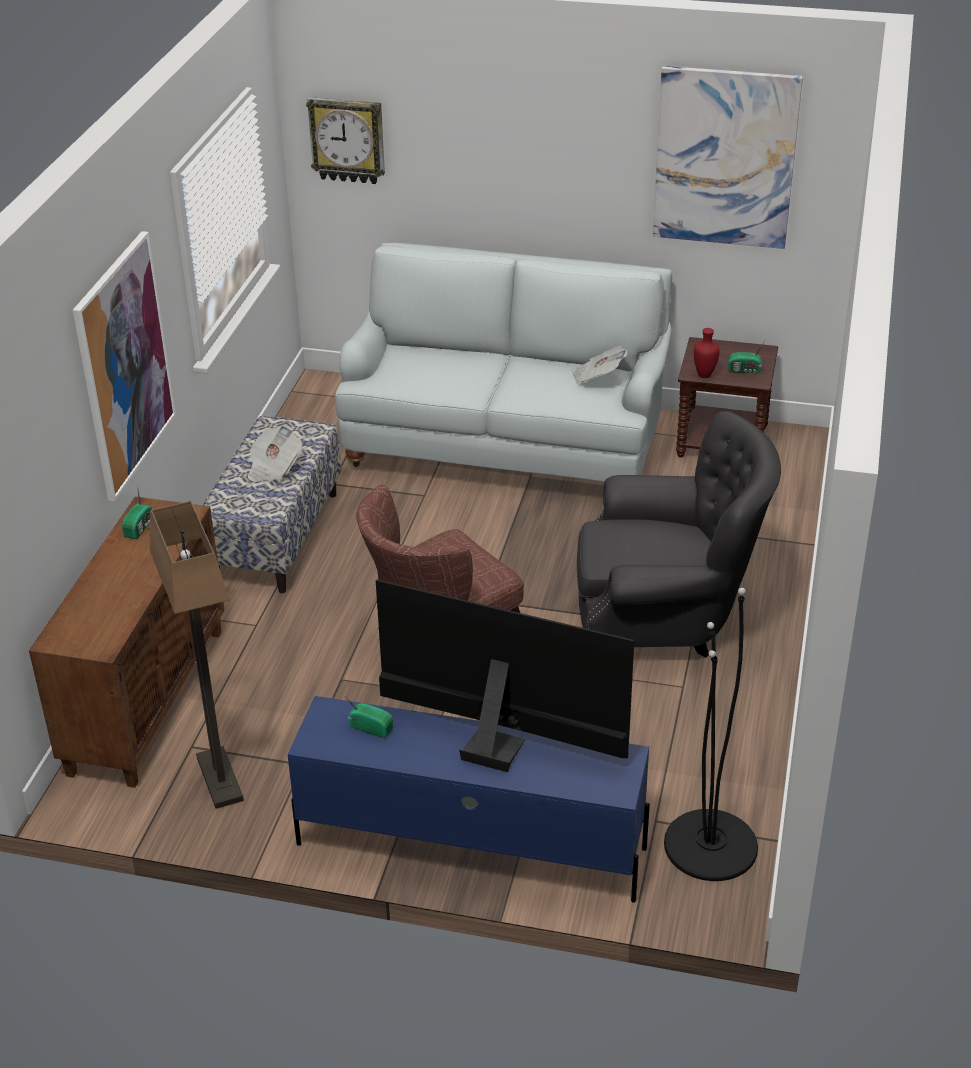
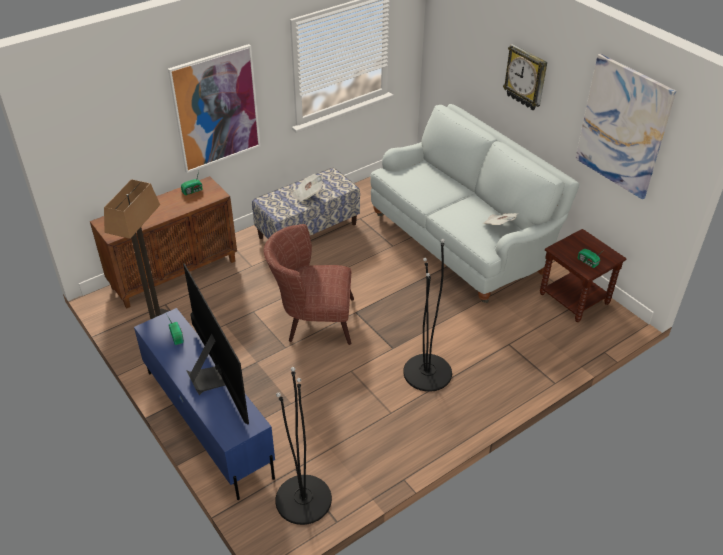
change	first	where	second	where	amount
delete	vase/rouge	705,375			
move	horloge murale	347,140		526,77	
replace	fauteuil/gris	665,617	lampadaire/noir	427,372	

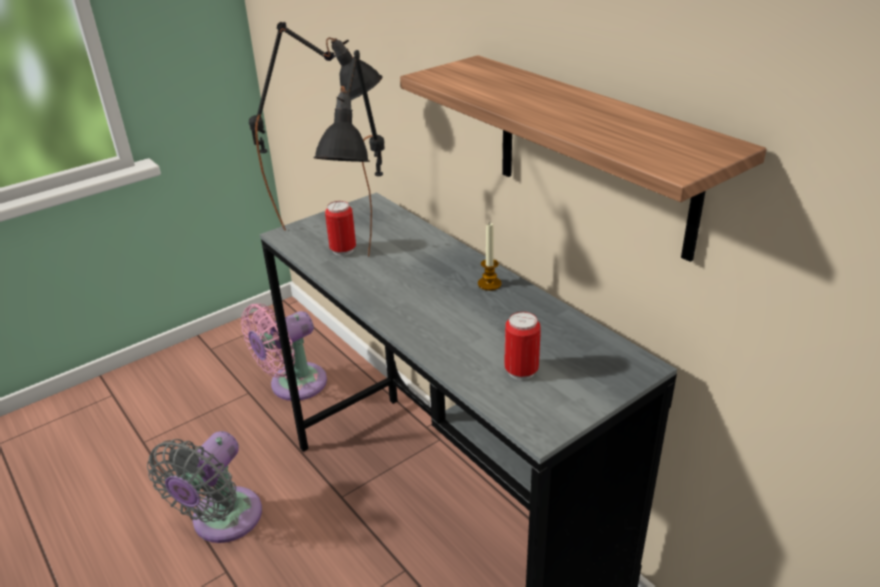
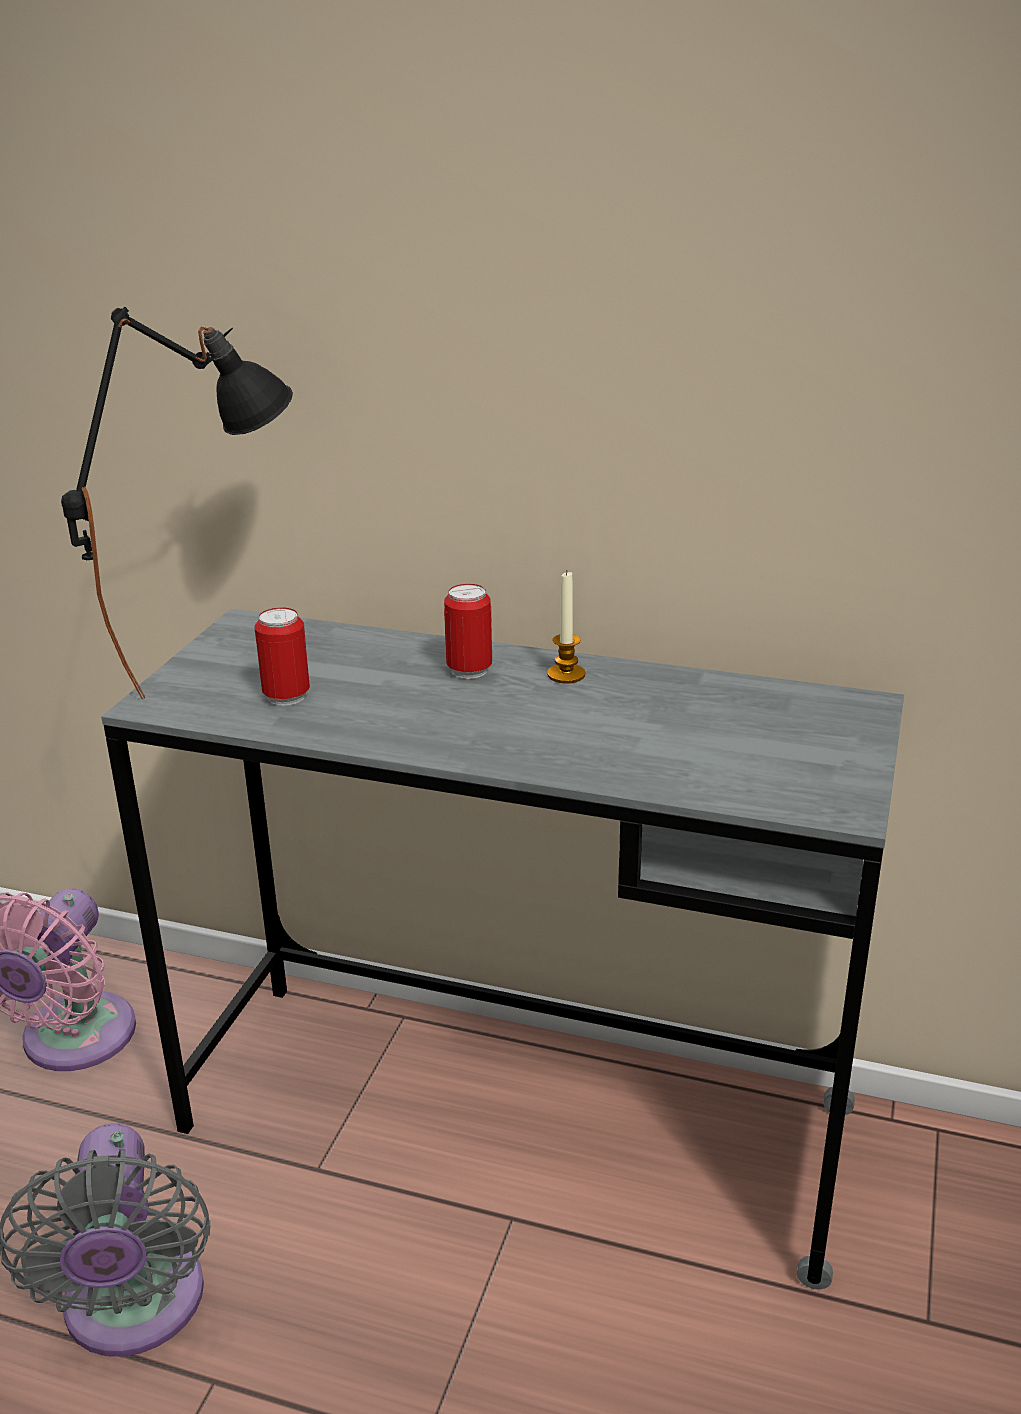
change	first	where	second	where	amount
delete	lampe de table/noir	372,282			
delete	étagère	593,155			
move	boîte métallique	521,371		469,670	

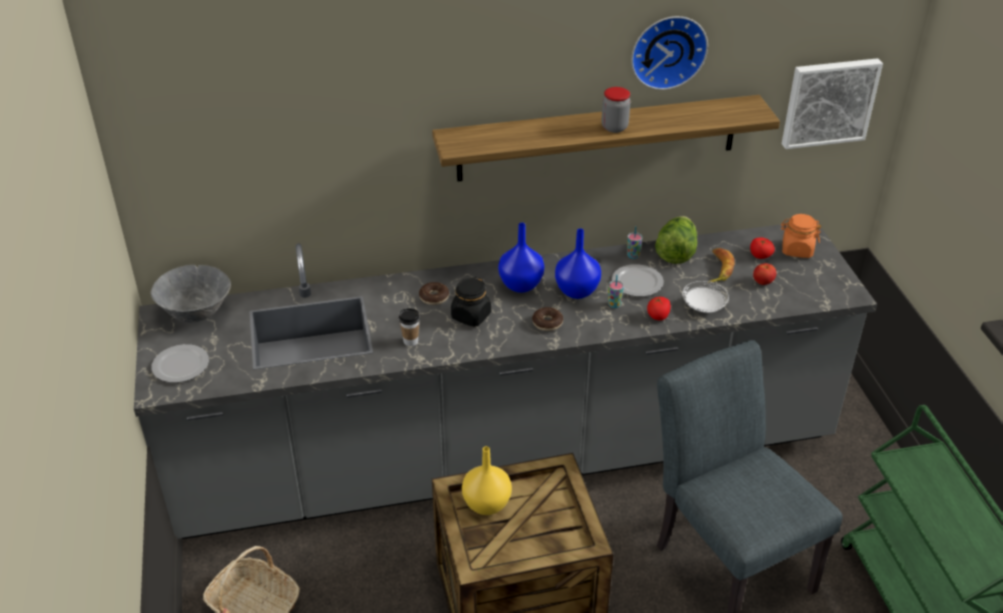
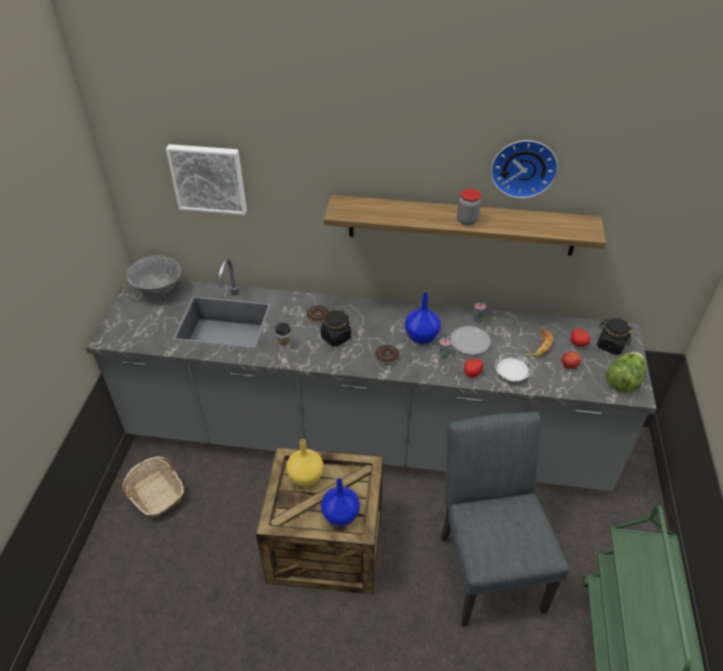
change	first	where	second	where	amount
delete	assiette	181,366			
move	vase/bleu	522,285		341,516	
move	laitue	675,253		623,381	
move	tableau	828,101		209,178	
recolor	bocal/orange	796,250	bocal/noir	610,345	

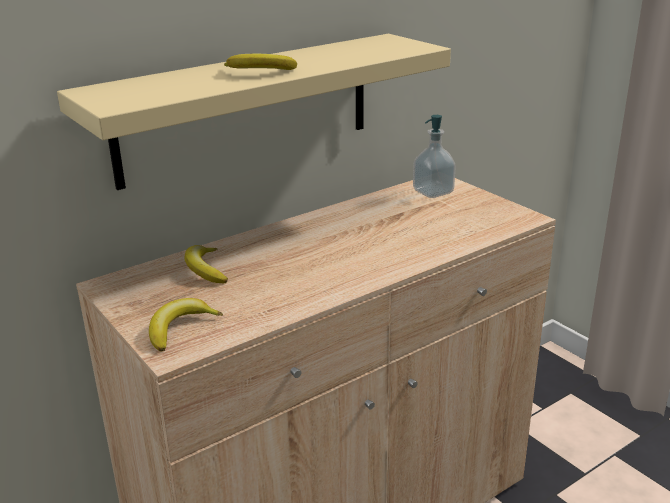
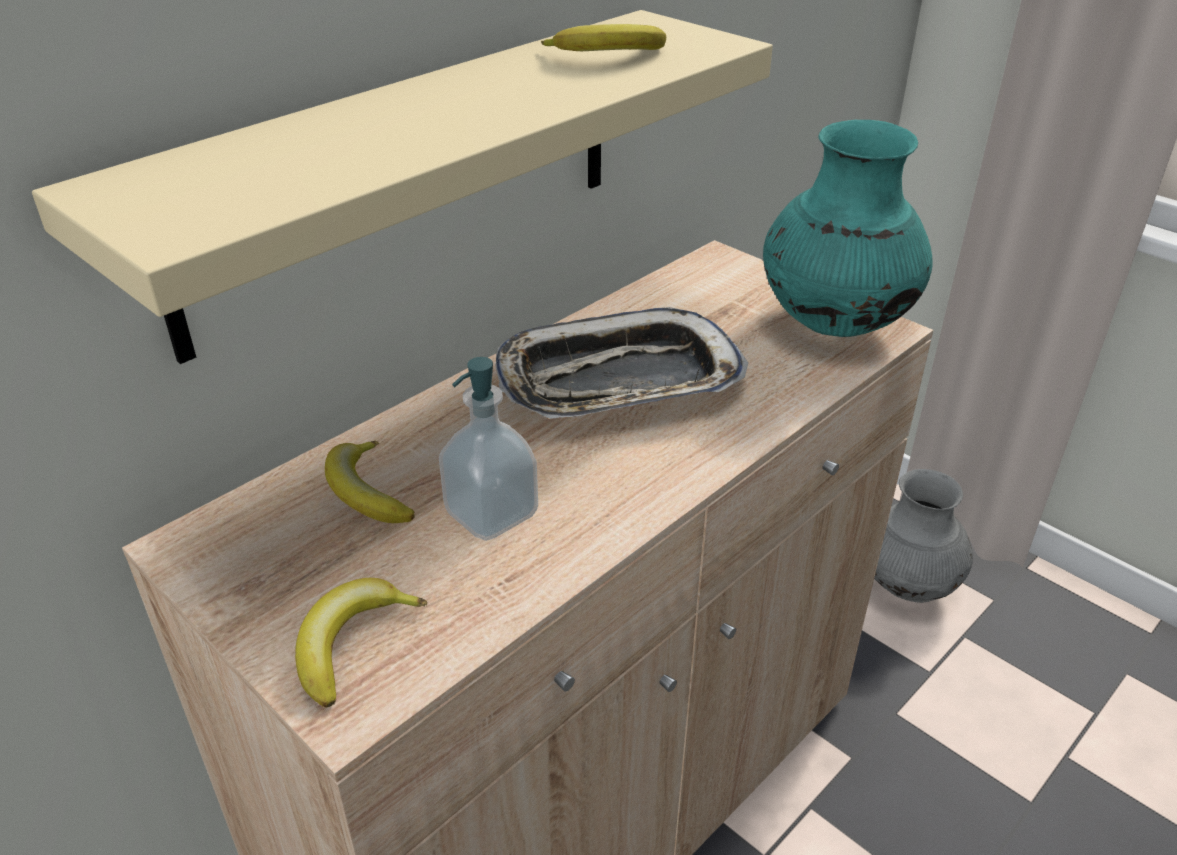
change	first	where	second	where	amount
insert			plateau	617,381	
insert			vase/turquoise	834,322	
insert			vase/gris	906,585	
move	banane	260,72		608,56	
move	distributeur de savon	433,192		491,514	

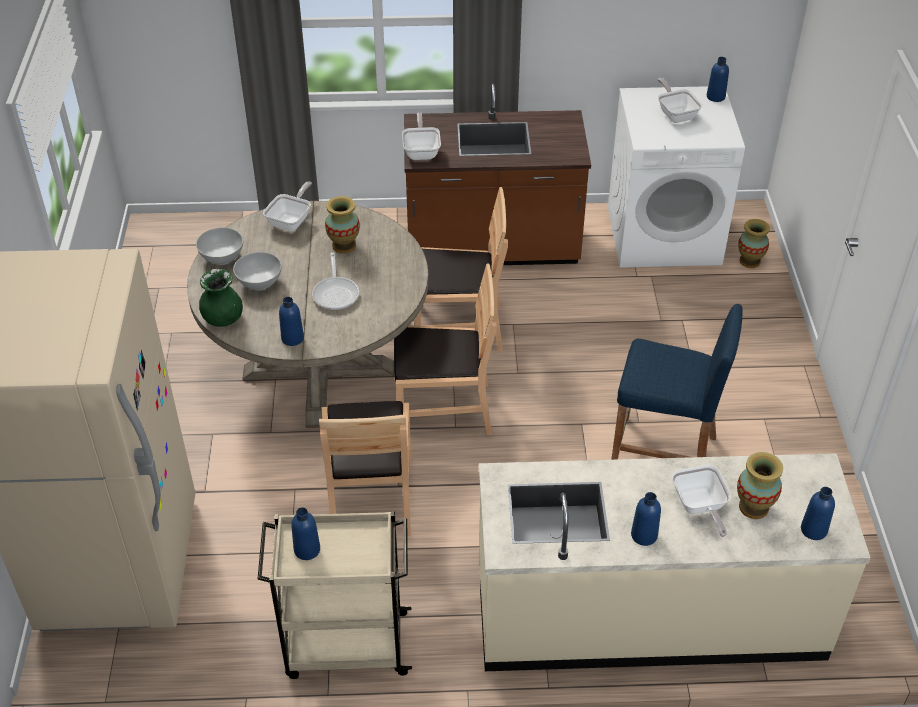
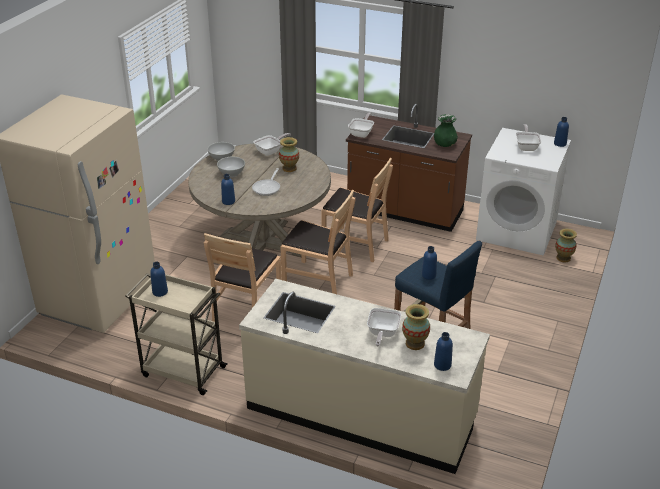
change	first	where	second	where	amount
move	vase/vert	223,319		444,145	
move	bouteille/bleu	644,535		428,275	

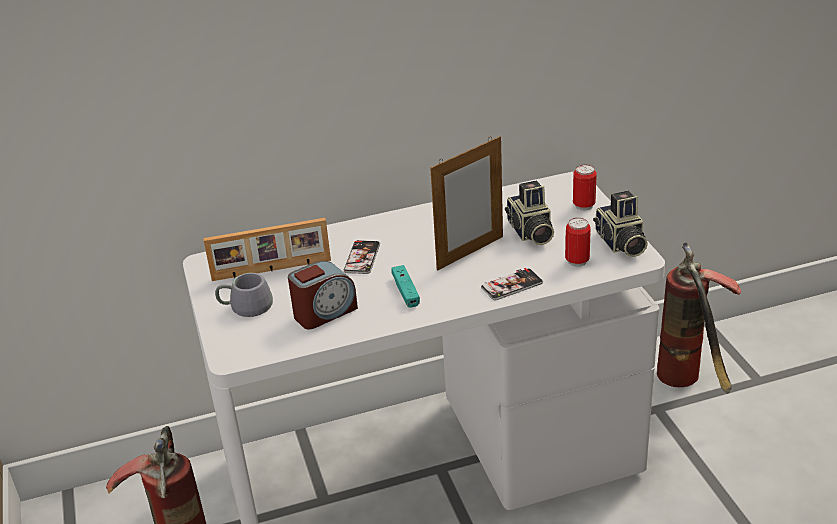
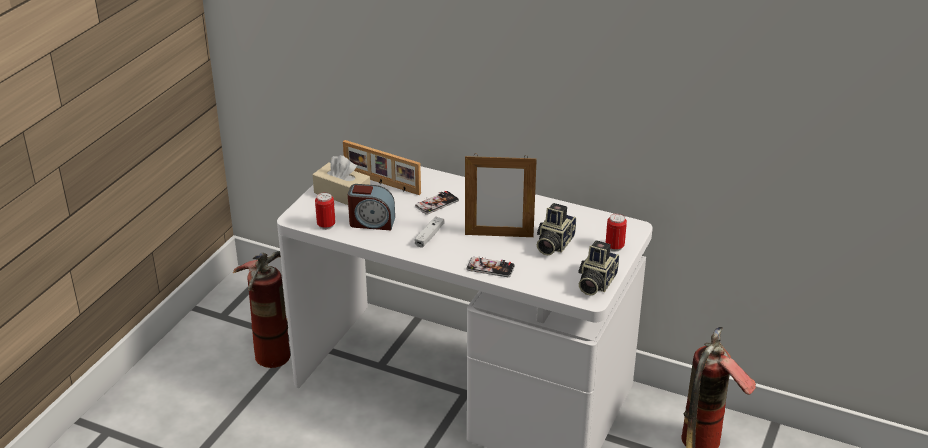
change	first	where	second	where	amount
move	boîte métallique	577,261		326,225	
replace	mug/gris	245,304	boîte à mouchoirs/beige	342,194	
recolor	manette/turquoise	405,291	manette/blanc	429,236	

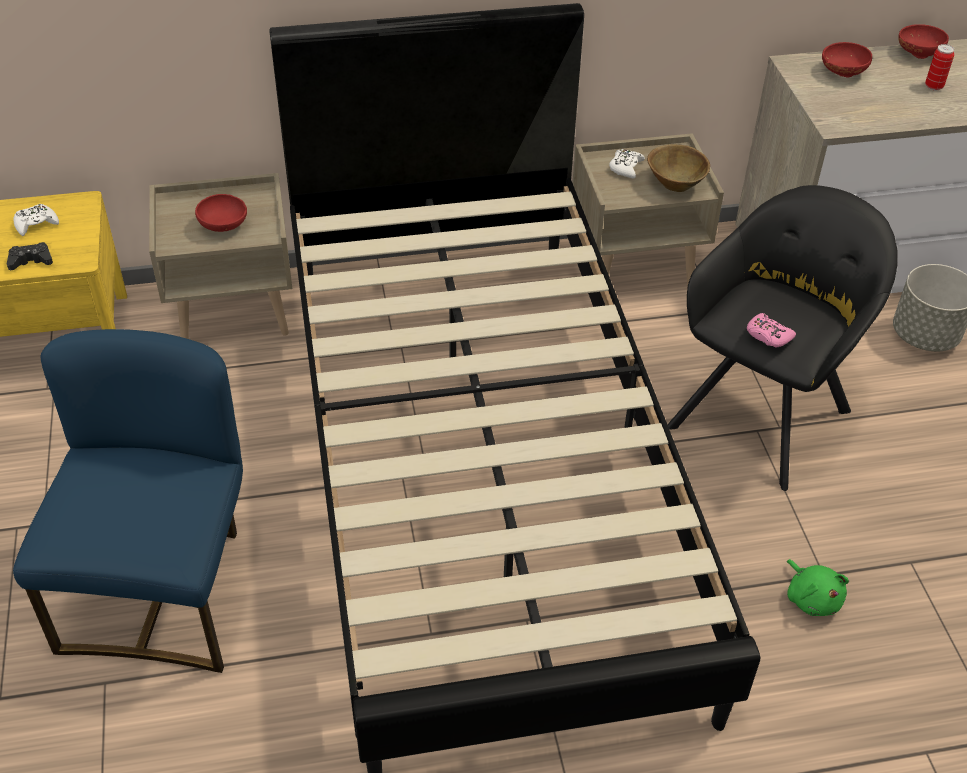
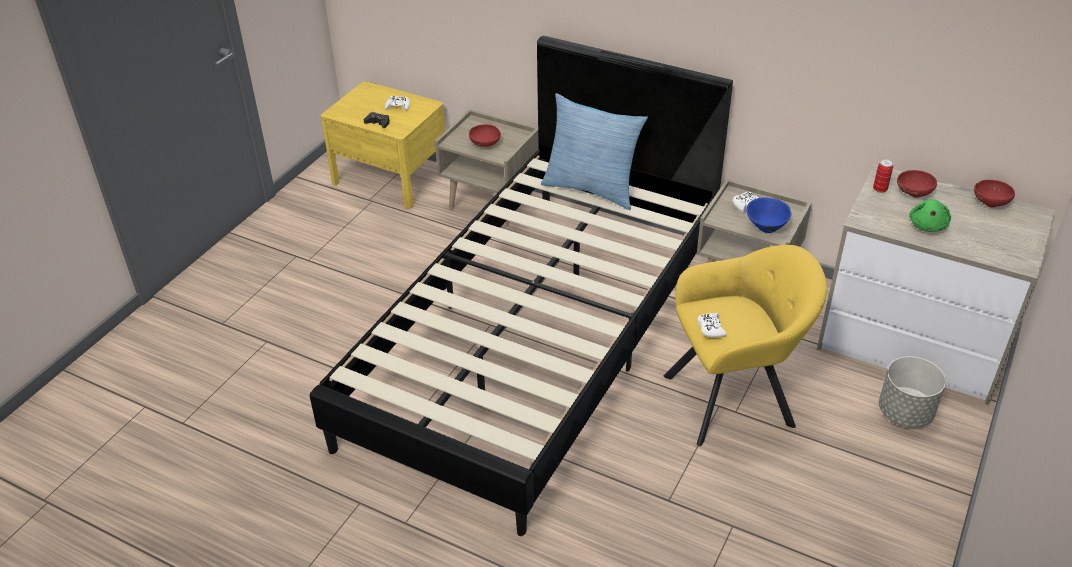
change	first	where	second	where	amount
delete	chaise/bleu	163,591			
insert			coussin	592,188	
move	peluche/vert	812,598		927,225	
move	boîte métallique	933,86		879,189	
recolor	bol/marron	675,184	bol/bleu	766,226	
recolor	fauteuil/noir	764,412	fauteuil/jaune	735,399	
recolor	manette/rose	768,335	manette/blanc	710,328	

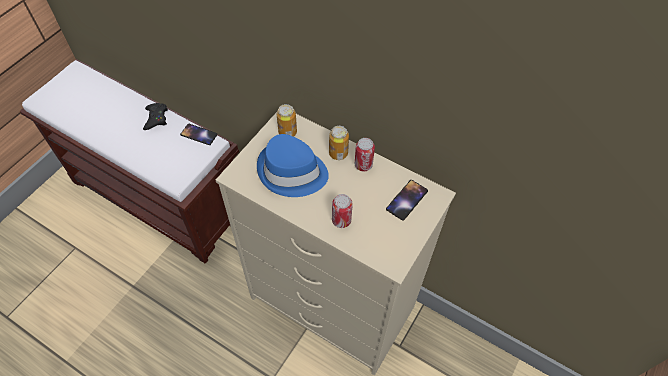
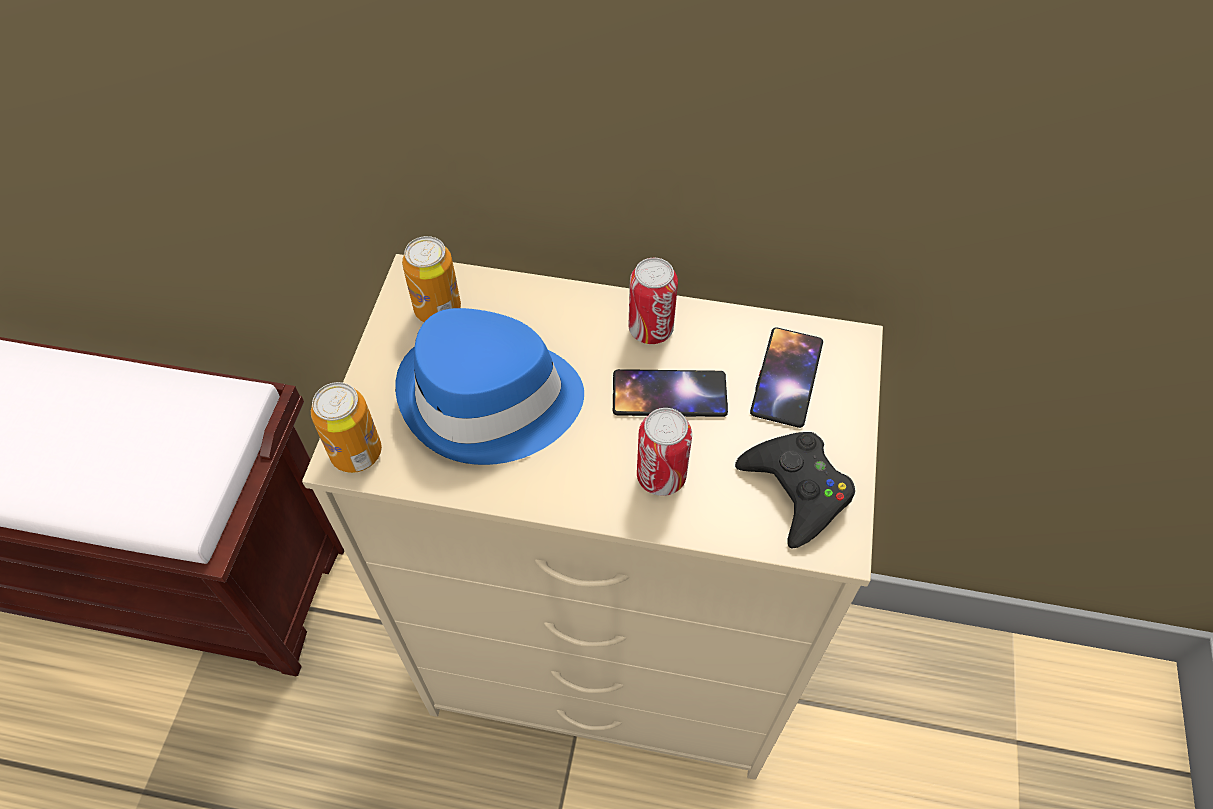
change	first	where	second	where	amount
move	manette/noir	156,118		796,490	
move	téléphone	199,134		669,394	
move	boîte métallique	338,153		356,453	

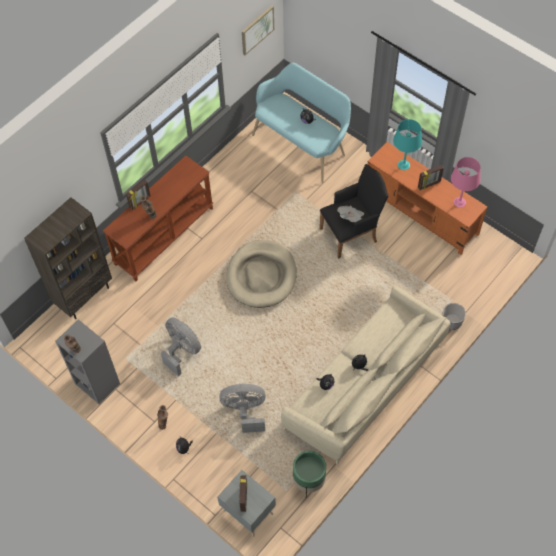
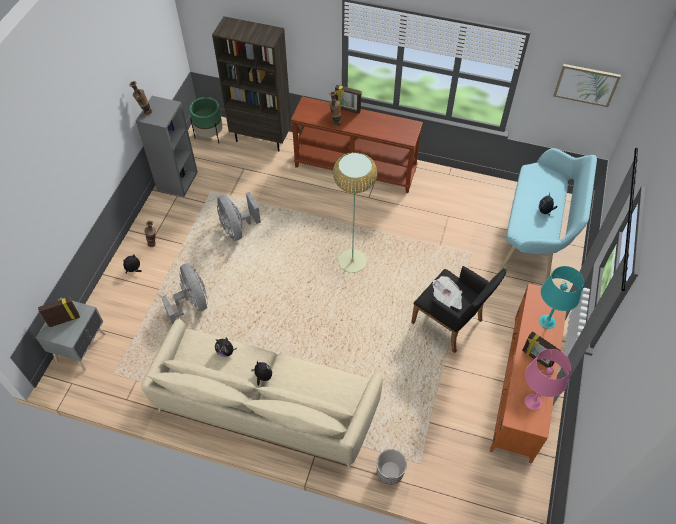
change	first	where	second	where	amount
move	cache-pot/vert	308,481		209,136	
replace	panier pour chien/beige	261,276	lampadaire	352,261	
rotate	ventilateur/gris	182,350		237,229	135 degrees clockwise

